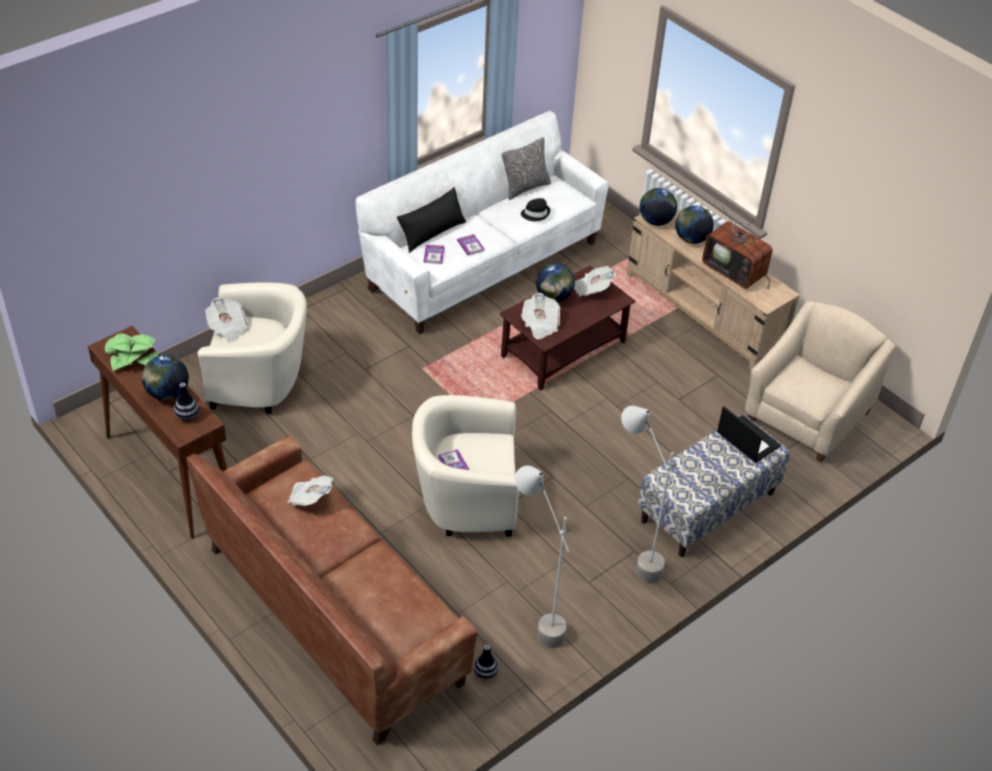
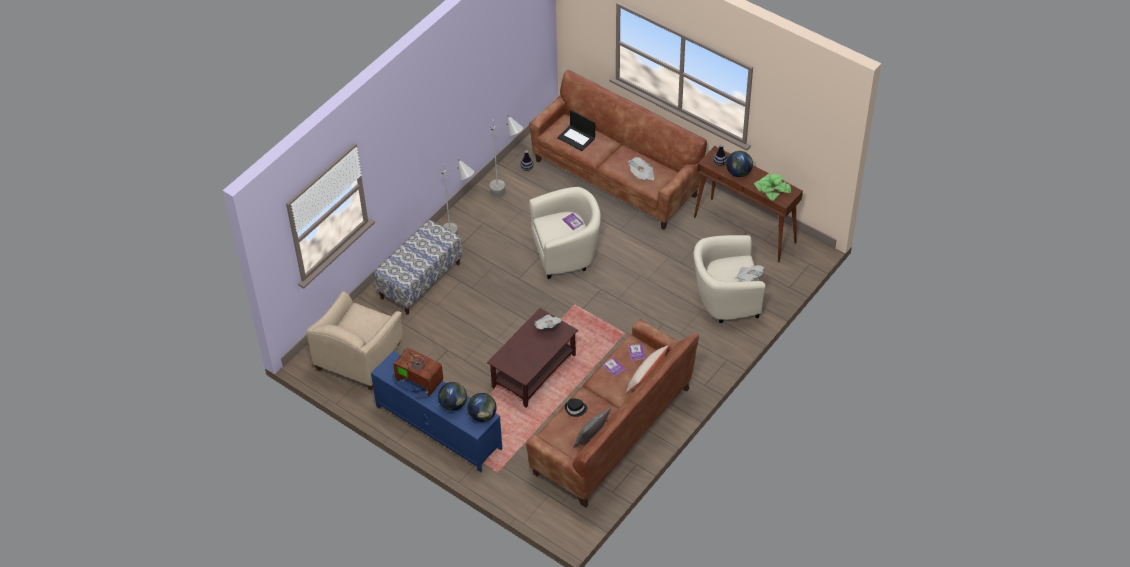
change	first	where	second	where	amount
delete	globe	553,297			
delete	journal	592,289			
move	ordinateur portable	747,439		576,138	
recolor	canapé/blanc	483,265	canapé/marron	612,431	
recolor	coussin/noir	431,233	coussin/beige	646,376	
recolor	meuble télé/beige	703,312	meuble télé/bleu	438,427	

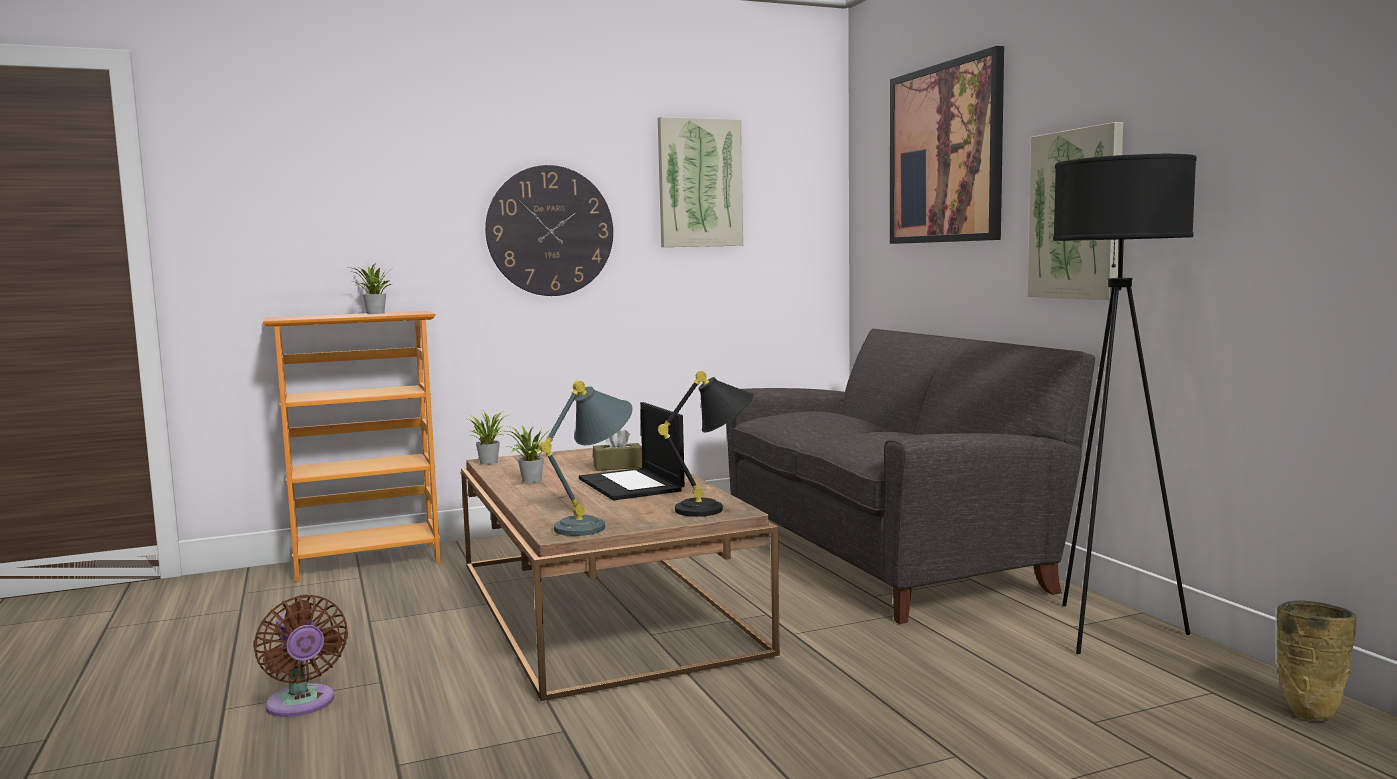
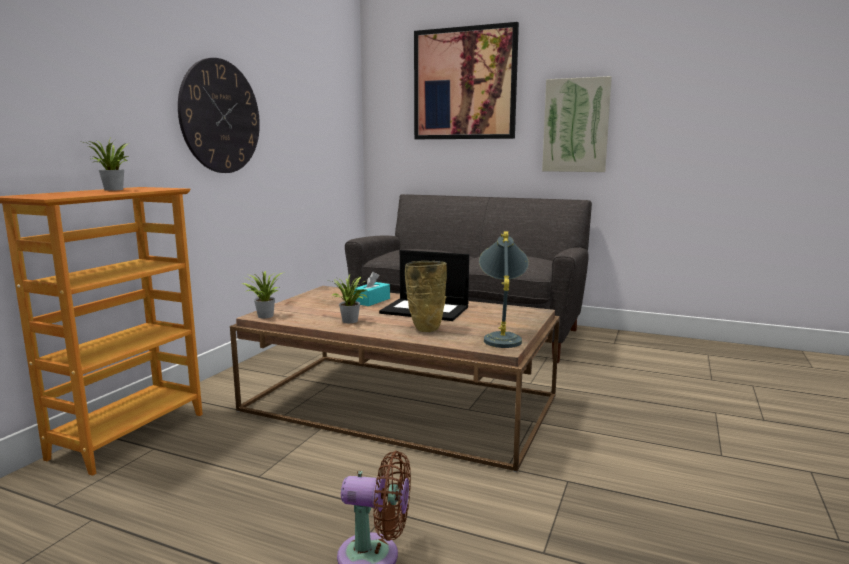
change	first	where	second	where	amount
delete	tableau	699,183			
delete	lampe de table/noir	717,509			
delete	lampadaire/noir	1107,630			
move	vase/beige	1311,712		426,329	
recolor	boîte à mouchoirs/marron	618,466	boîte à mouchoirs/turquoise	372,301	

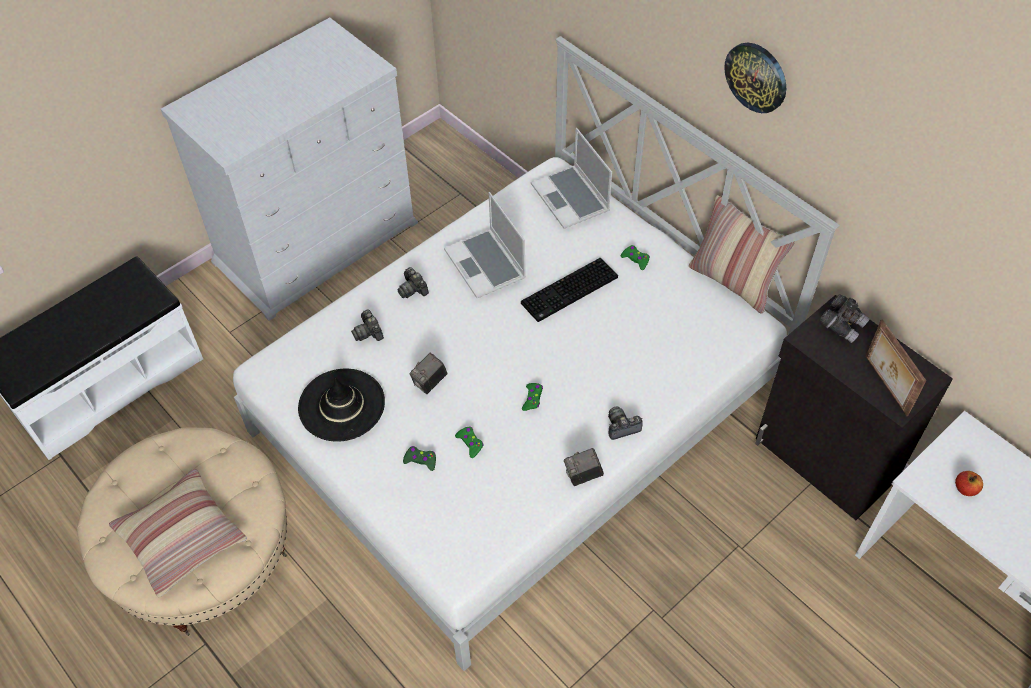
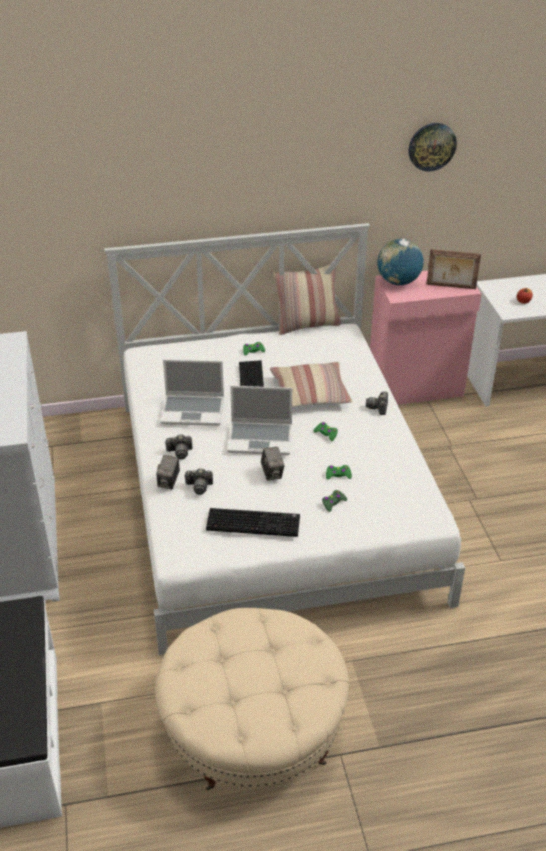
change	first	where	second	where	amount
move	coussin	181,537		310,393	
move	ordinateur portable	571,198		261,439	
move	appareil photo	583,476		169,482	
move	horloge murale	756,77		432,146	
replace	chapeau/noir	342,405	clavier	254,522	
replace	jumelles/gris	842,324	globe	398,282	
recolor	meuble de rangement/noir	825,460	meuble de rangement/rose	416,388	

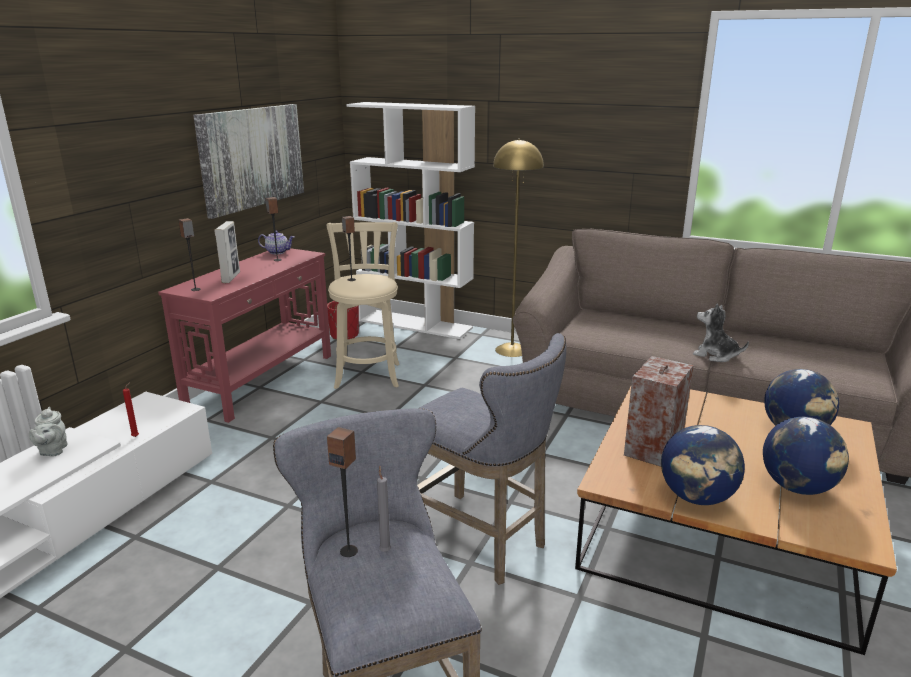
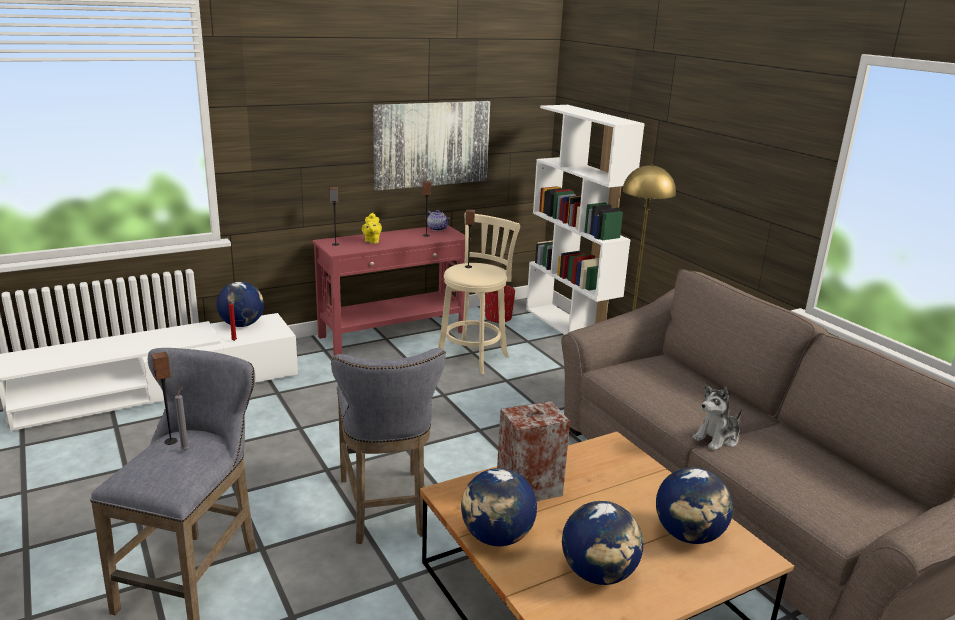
change	first	where	second	where	amount
delete	théière/gris	52,451			
insert			globe	242,325	
replace	cadre photo	231,277	théière/jaune	372,241	
rotate	peluche	715,355		717,438	105 degrees counterclockwise

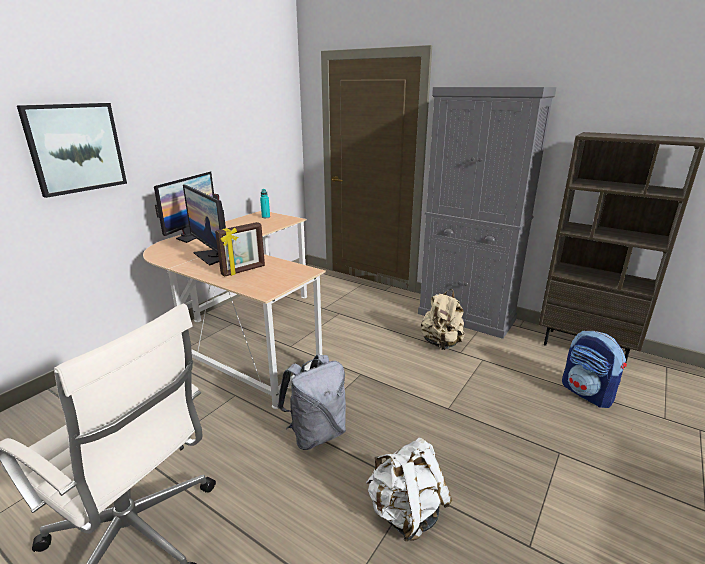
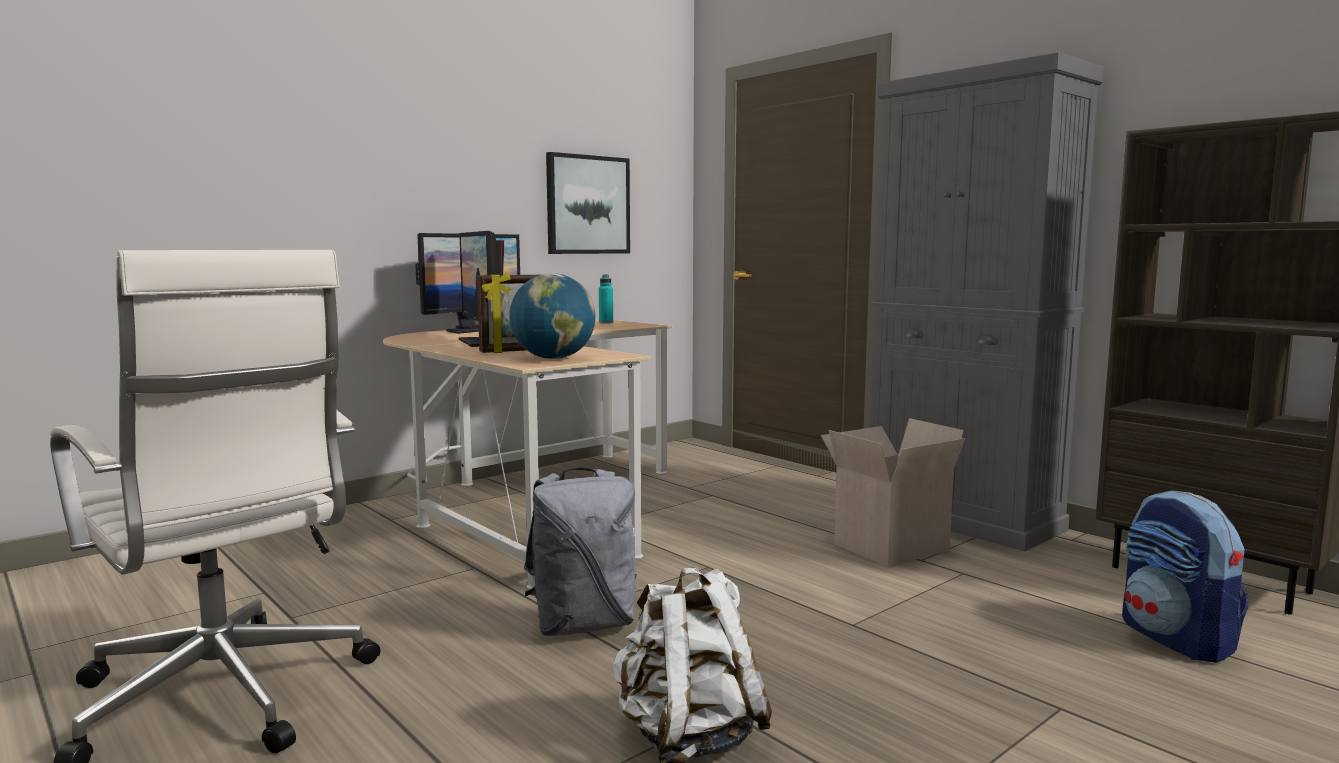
change	first	where	second	where	amount
insert			globe	553,358	
move	tableau	76,148		587,205	
replace	sac à dos/beige	441,343	carton	889,546	

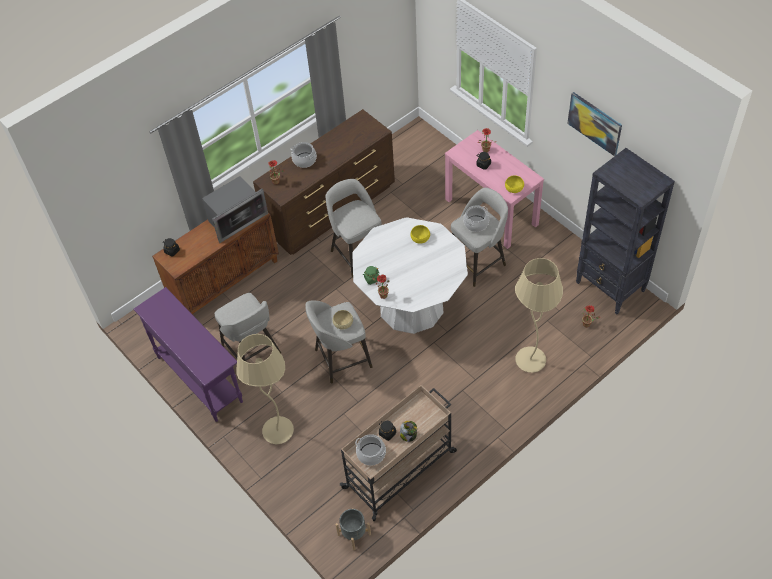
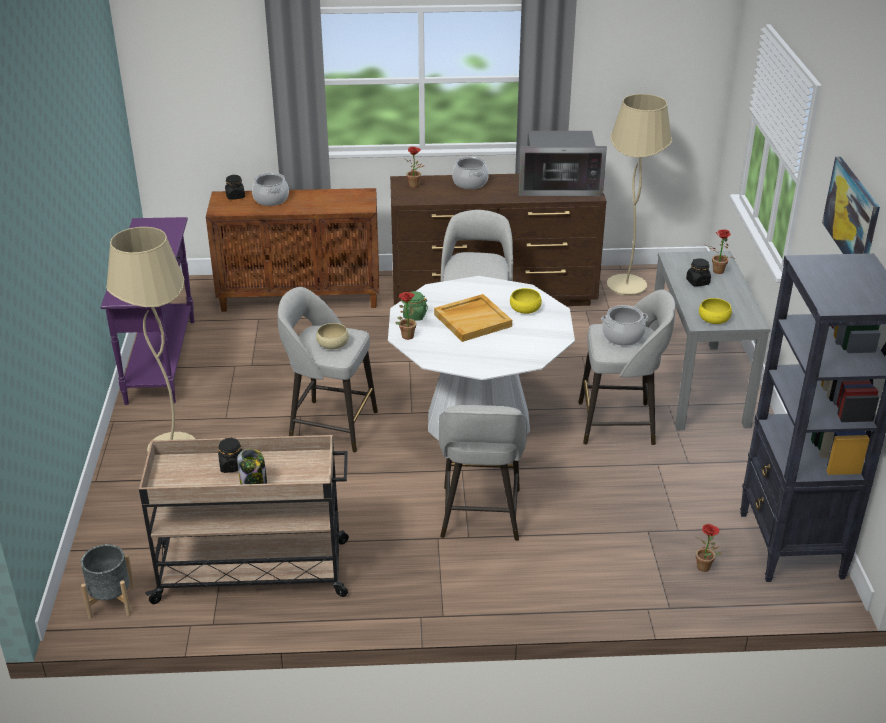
change	first	where	second	where	amount
insert			plateau/beige	473,320	
move	micro-ondes	236,219		559,186	
move	tabouret/gris	252,351		480,515	
move	marmite	371,454		271,199	
move	lampadaire/beige	530,360		626,287	
recolor	table console/rose	491,212	table console/gris	697,385	

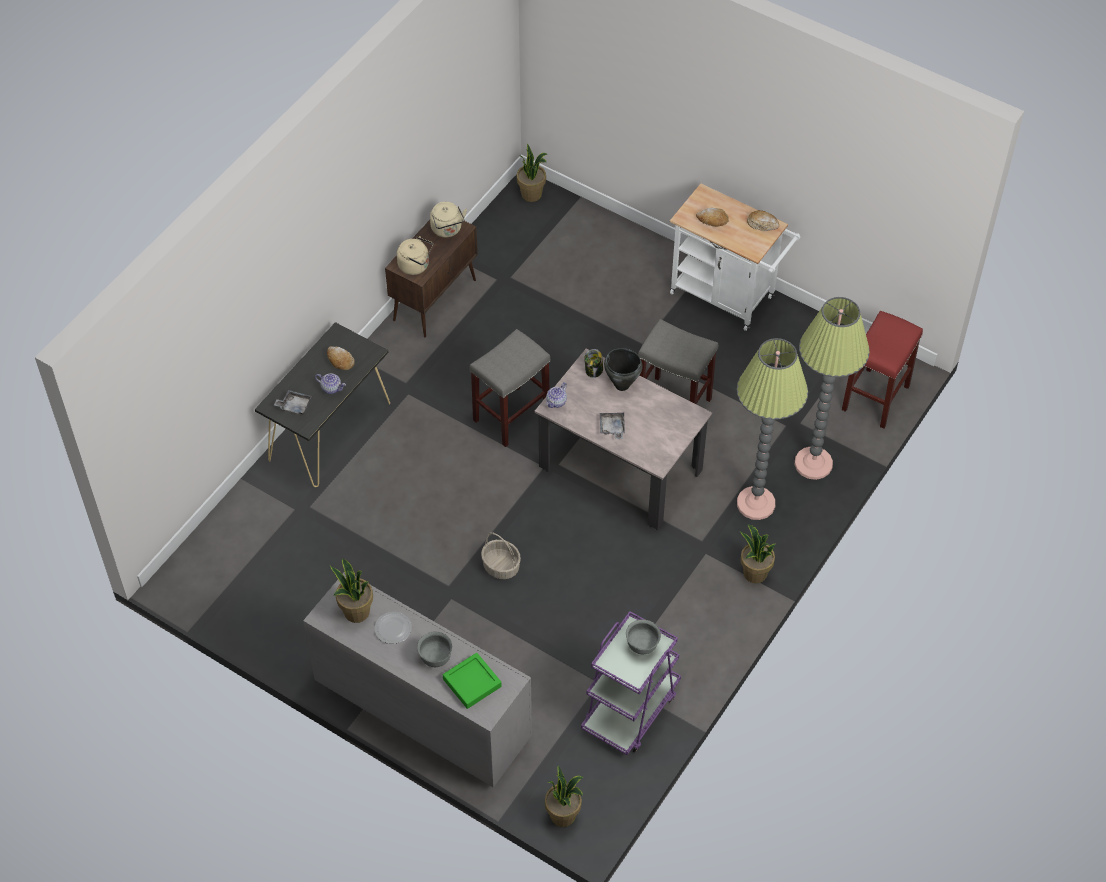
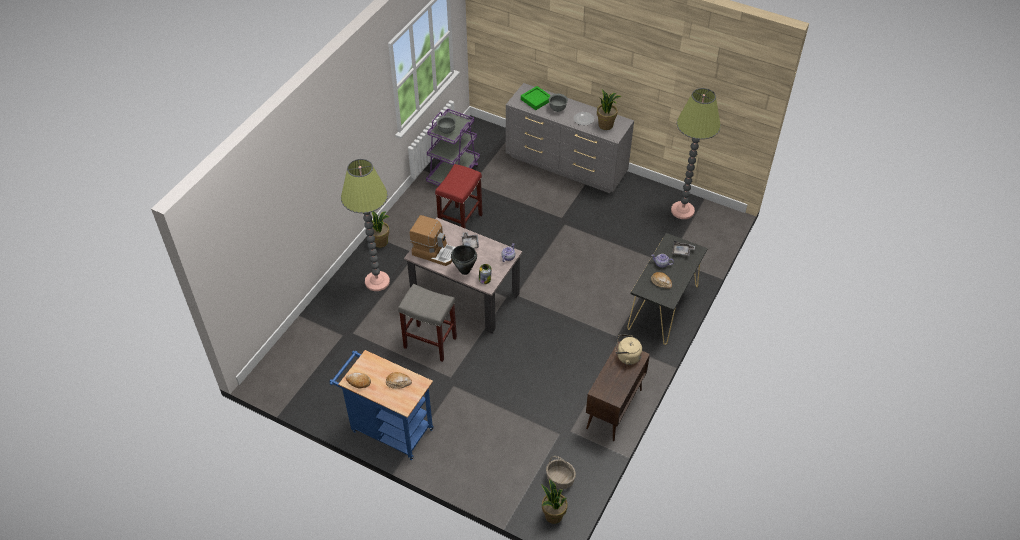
change	first	where	second	where	amount
delete	bouilloire/beige	447,230			
delete	tabouret/gris	511,415			
delete	plante en pot	563,815			
insert			machine à café	434,252	
move	panier	500,566		560,479	
move	lampadaire	813,464		682,210	
move	tabouret/rouge	875,399		460,222	
recolor	chariot/blanc	728,297	chariot/bleu	388,428	

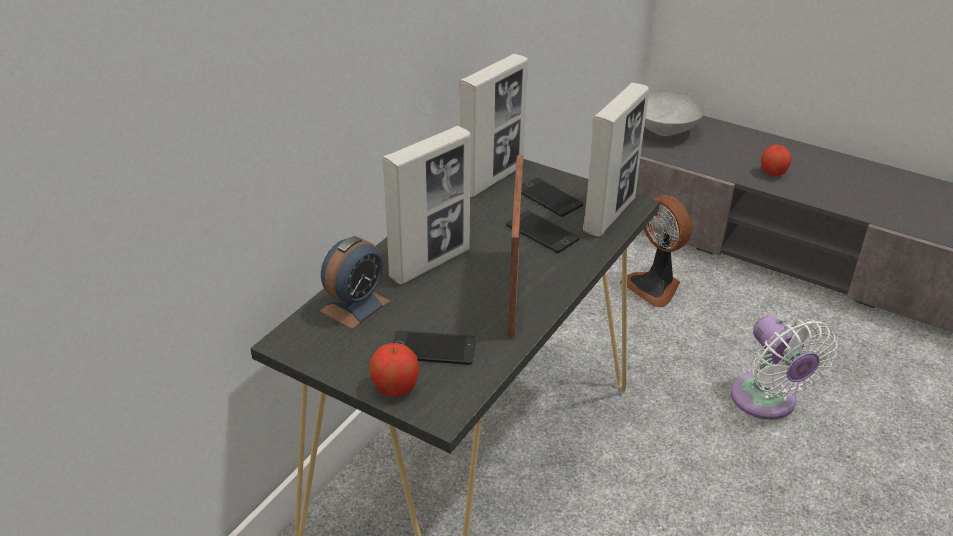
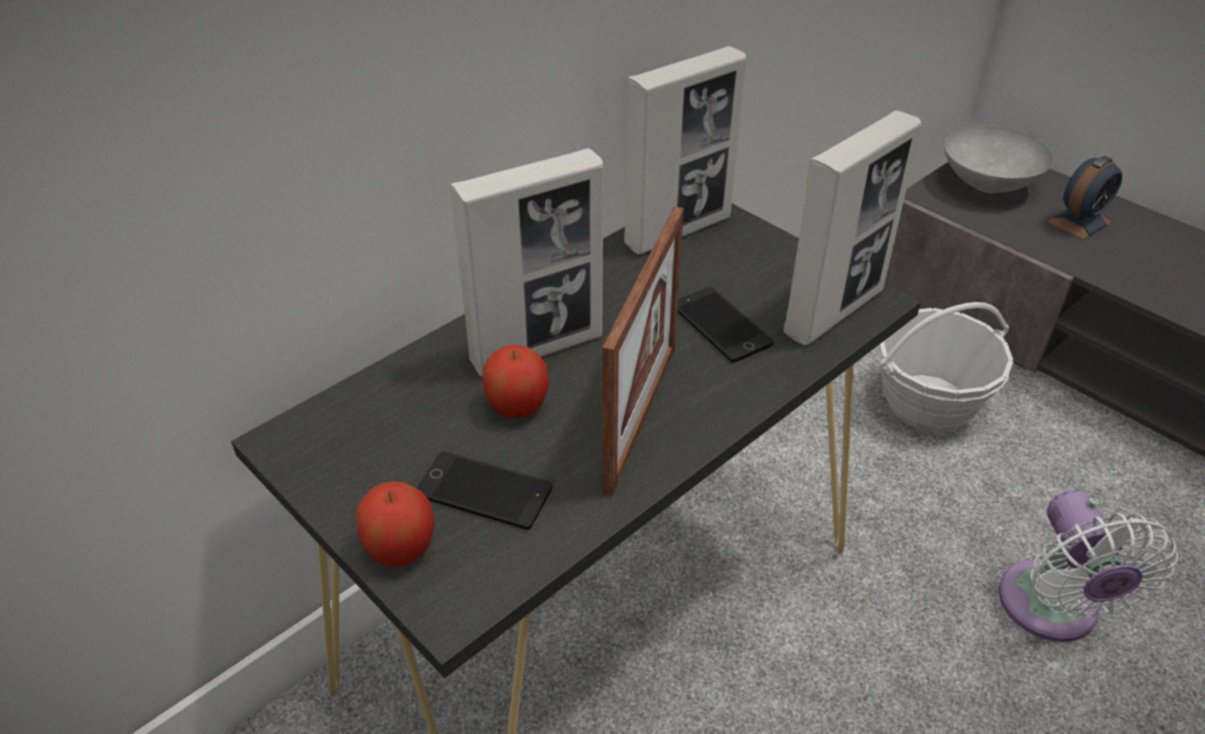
change	first	where	second	where	amount
delete	téléphone	548,198			
move	réveil	355,306		1079,222	
move	pomme	773,173		517,406	
replace	ventilateur	654,286	panier	928,403	

